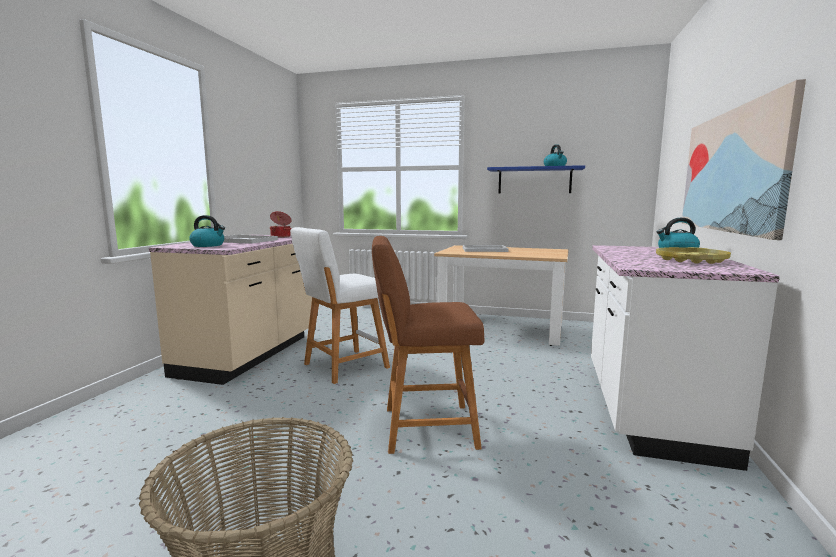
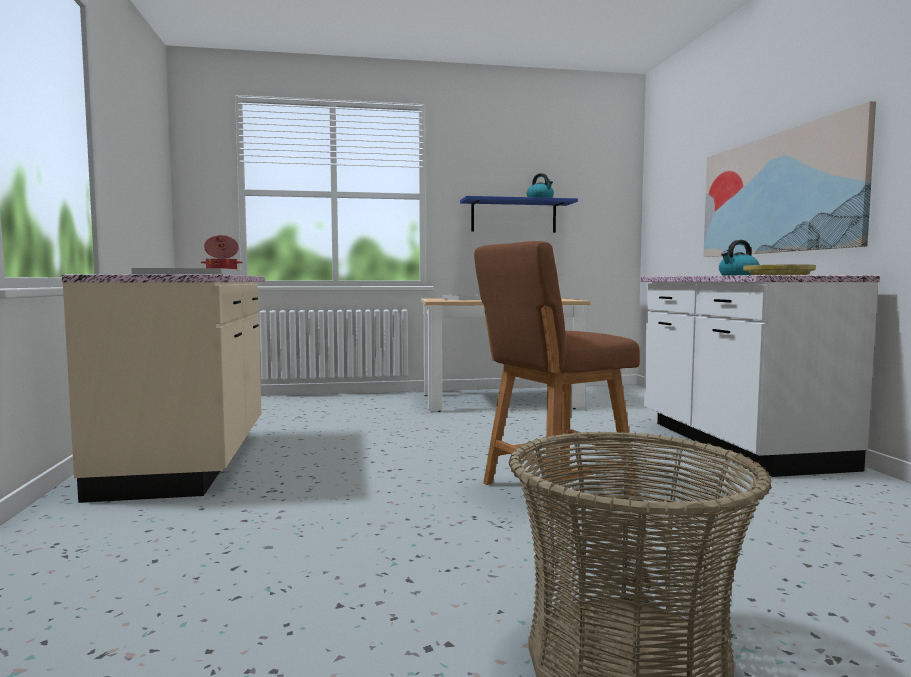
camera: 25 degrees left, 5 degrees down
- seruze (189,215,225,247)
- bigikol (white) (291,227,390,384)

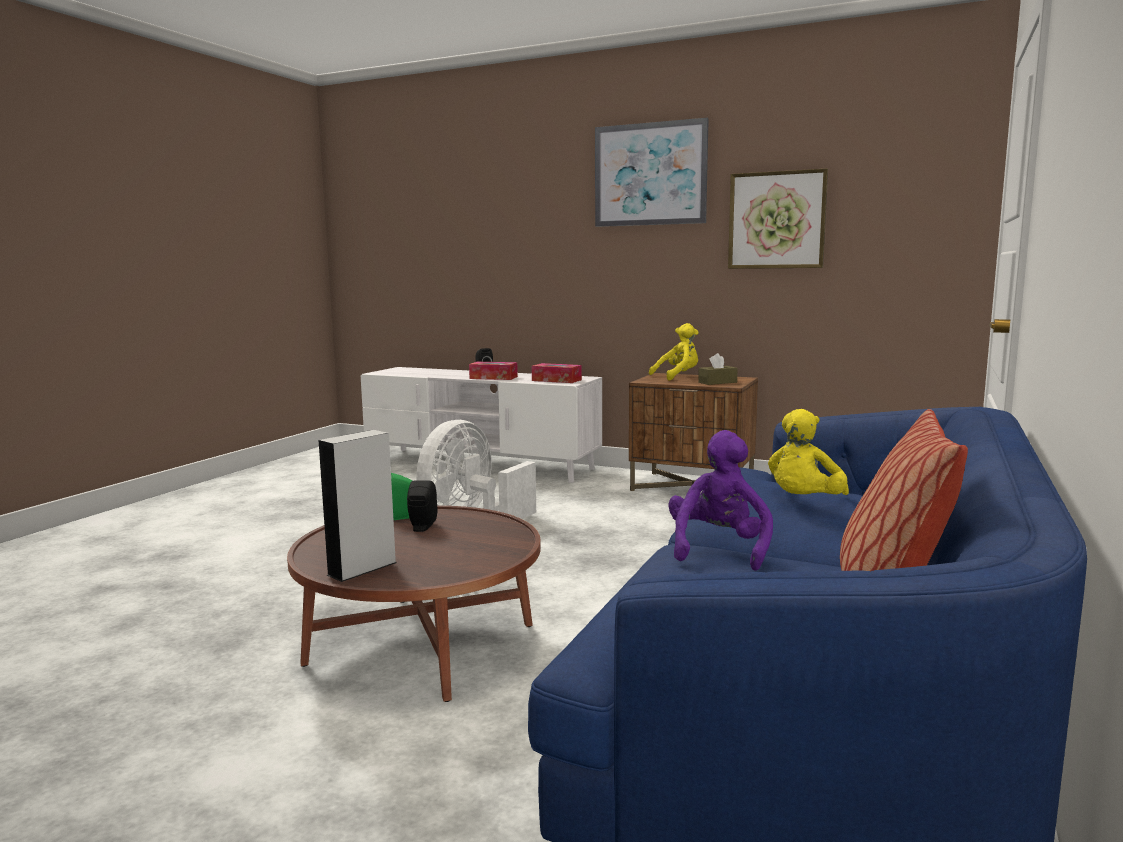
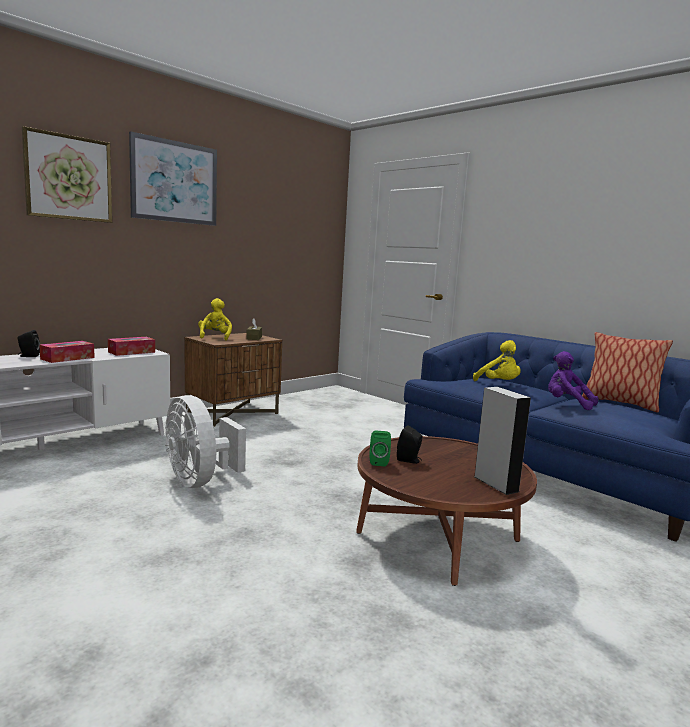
camera: 70 degrees left, 0 degrees up
~ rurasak (728,168,828,269) to (22,126,112,223)

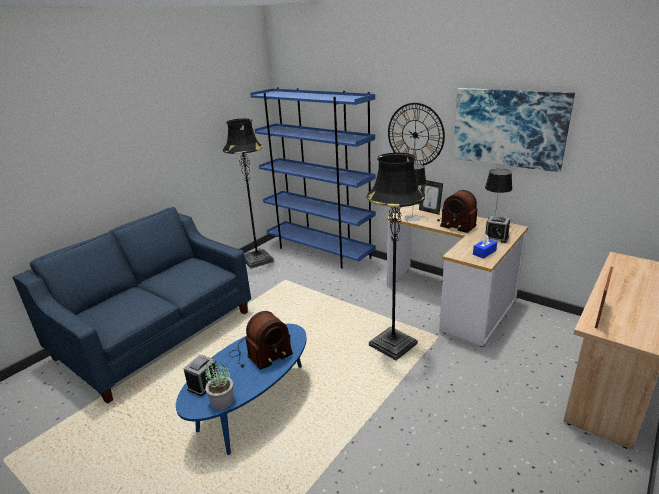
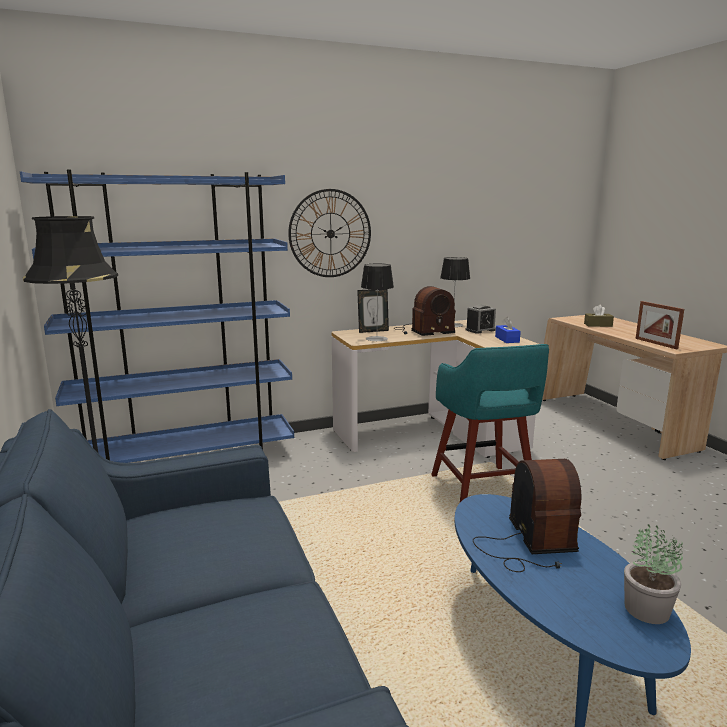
camera: 60 degrees left, 10 degrees down
- rurasak (453,88,575,172)
~ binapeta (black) (367,153,425,361) to bigikol (turquoise) (431,344,549,502)
- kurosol (183,355,218,396)
+ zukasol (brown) (584,305,614,327)

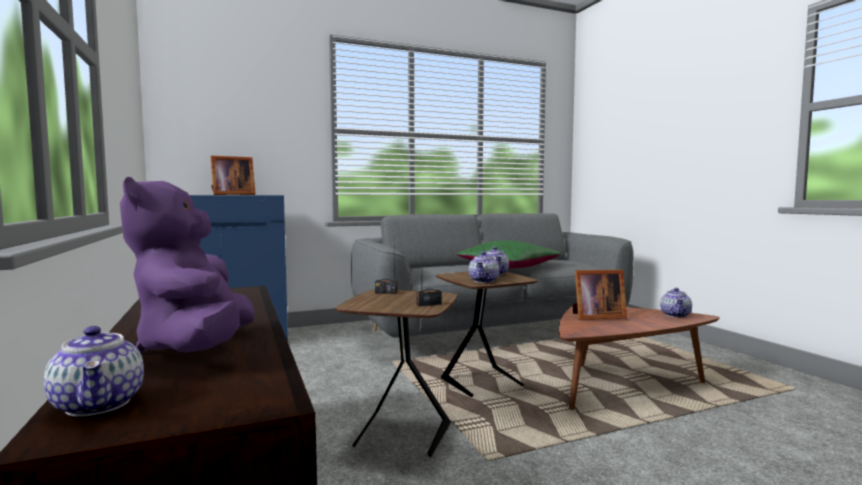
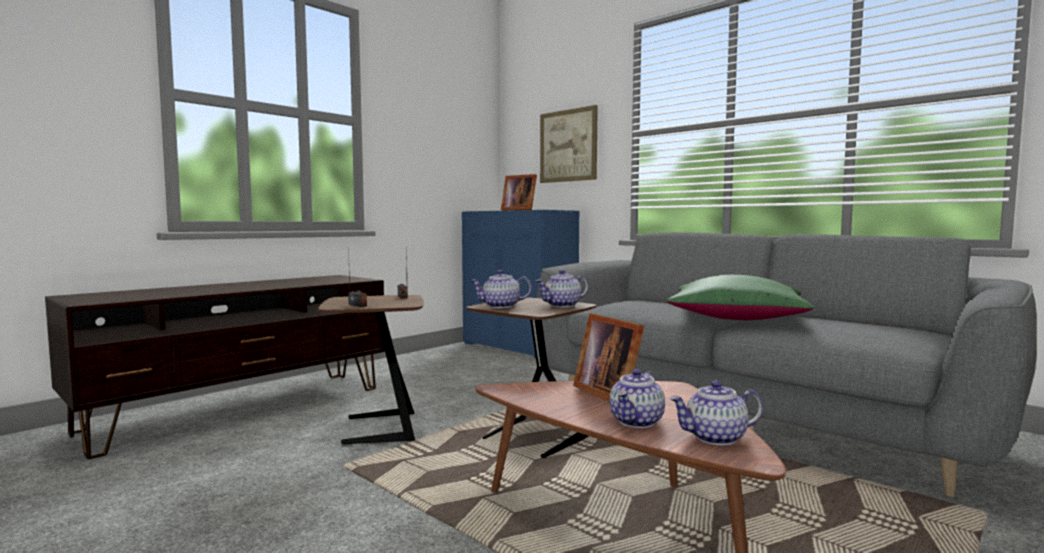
camera: 65 degrees right, 0 degrees up
- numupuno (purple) (120,177,255,353)
~ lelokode (44,326,144,417) to (609,369,665,428)
+ rurasak (540,105,598,183)

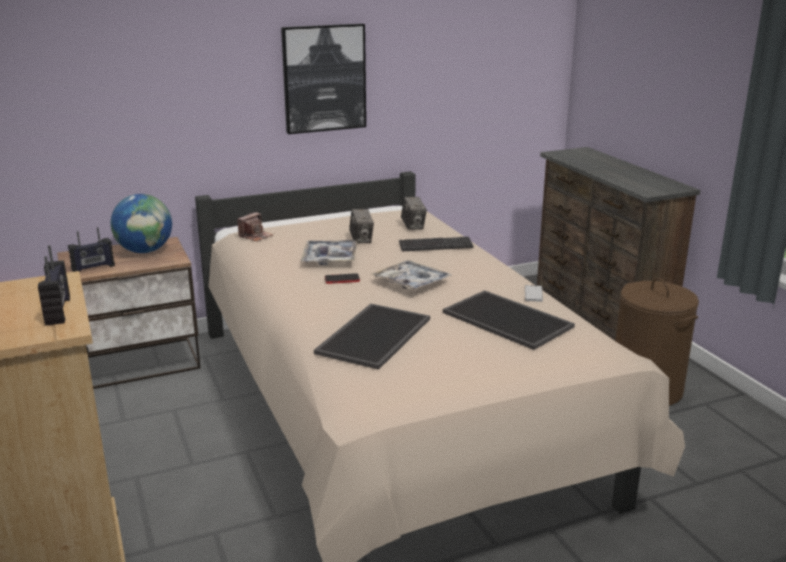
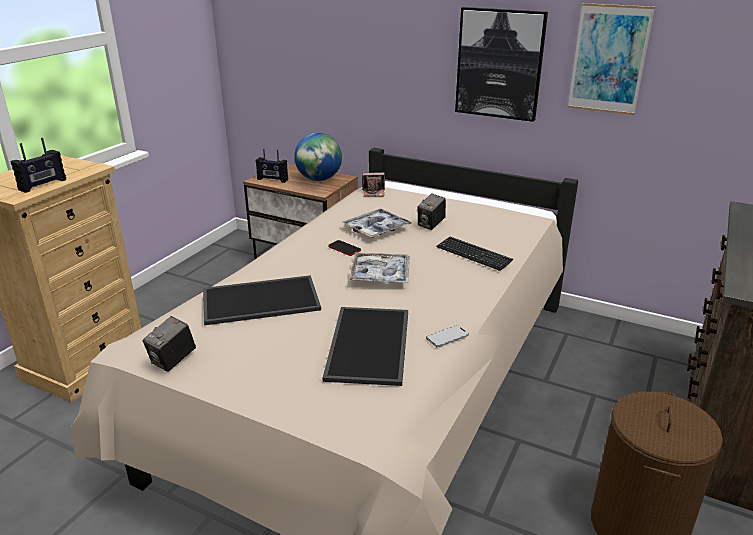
camera: 50 degrees right, 5 degrees up
~ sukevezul (401,197,427,230) to (142,316,196,372)
+ rurasak (568,3,655,115)

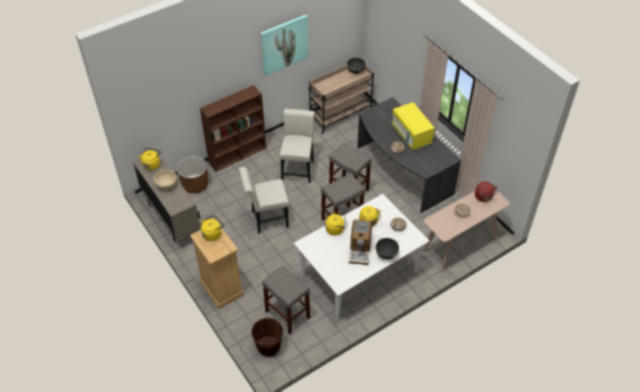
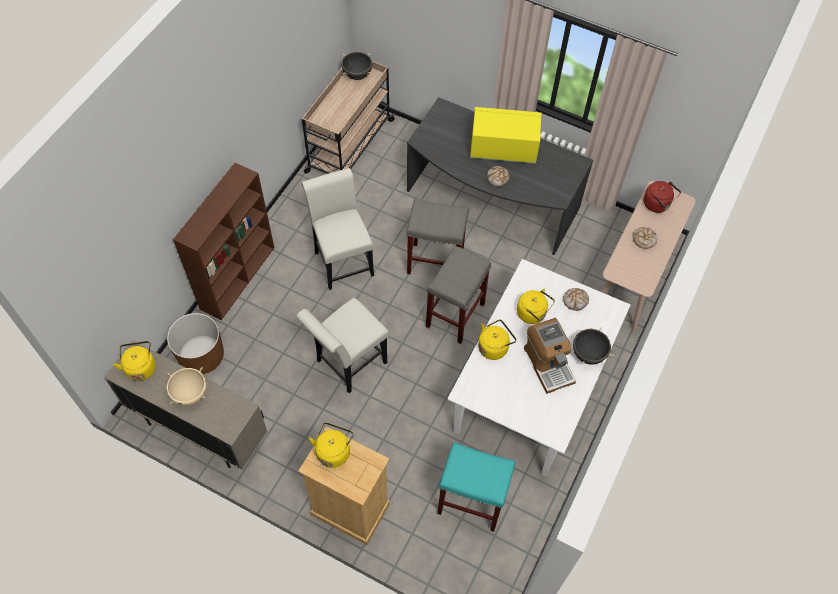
camera: 30 degrees left, 10 degrees up
- rurasak (261,15,308,76)
~ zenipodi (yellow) (392,102,435,150) = (470,107,542,164) 150 degrees clockwise
~ bigikol (grey) (262,265,310,334) to bigikol (turquoise) (437,442,515,532)
- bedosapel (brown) (251,318,283,357)

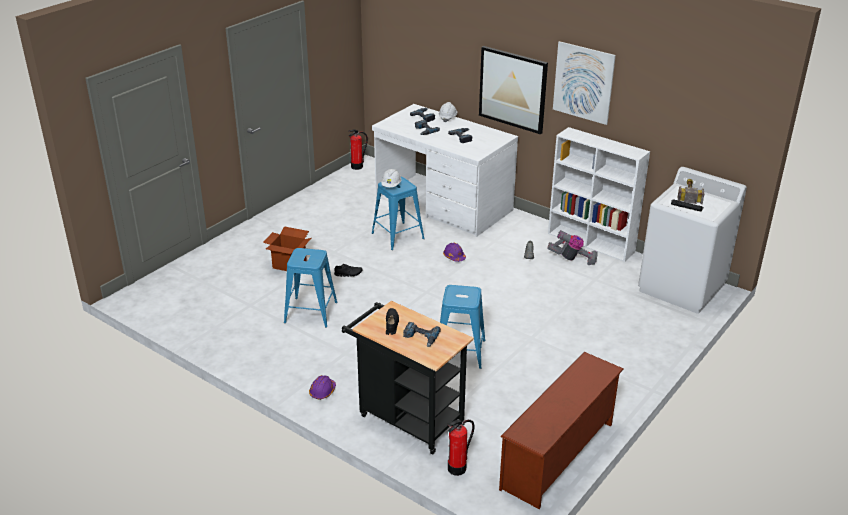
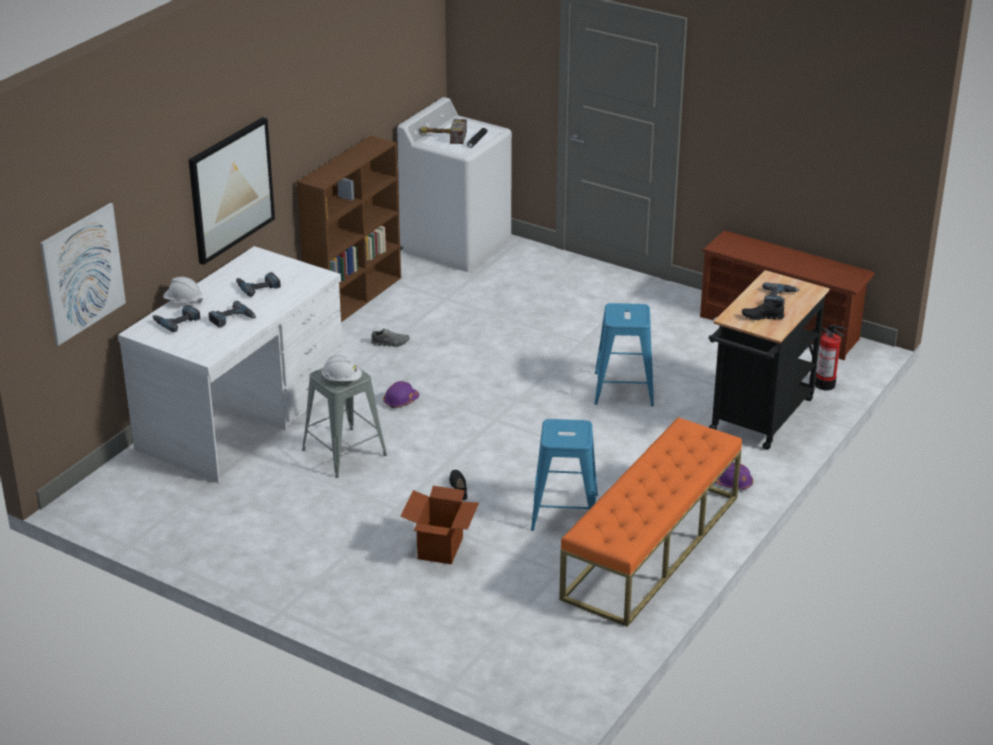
camera: 95 degrees left, 0 degrees up
~ rurasak (553,41,616,125) to (40,203,126,346)
~ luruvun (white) (548,127,650,262) to luruvun (brown) (297,136,401,322)
- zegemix (349,130,368,170)
~ bigikol (blue) (372,177,425,250) to bigikol (grey) (302,365,387,478)
- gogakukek (548,230,598,265)
+ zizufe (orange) (559,417,742,627)

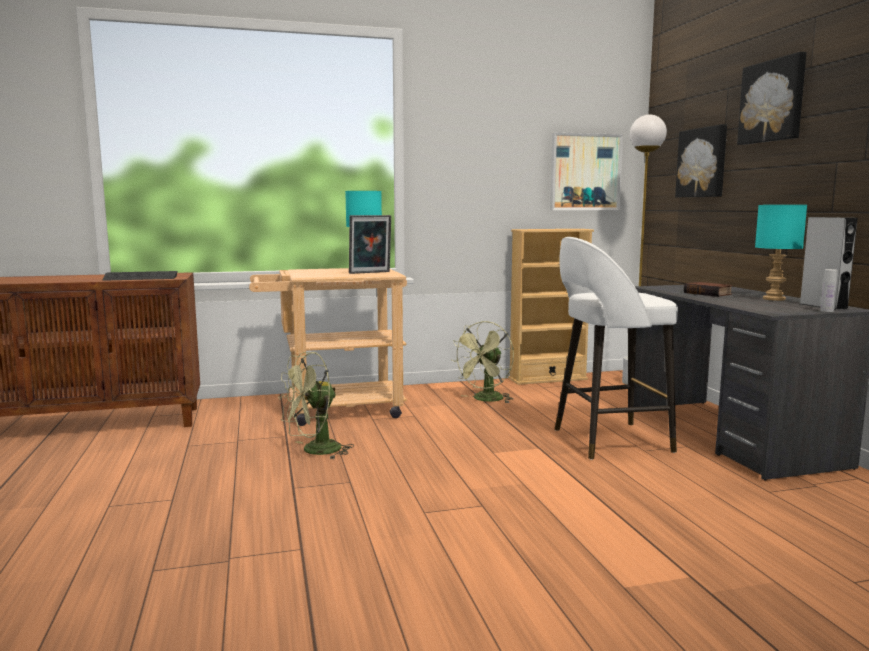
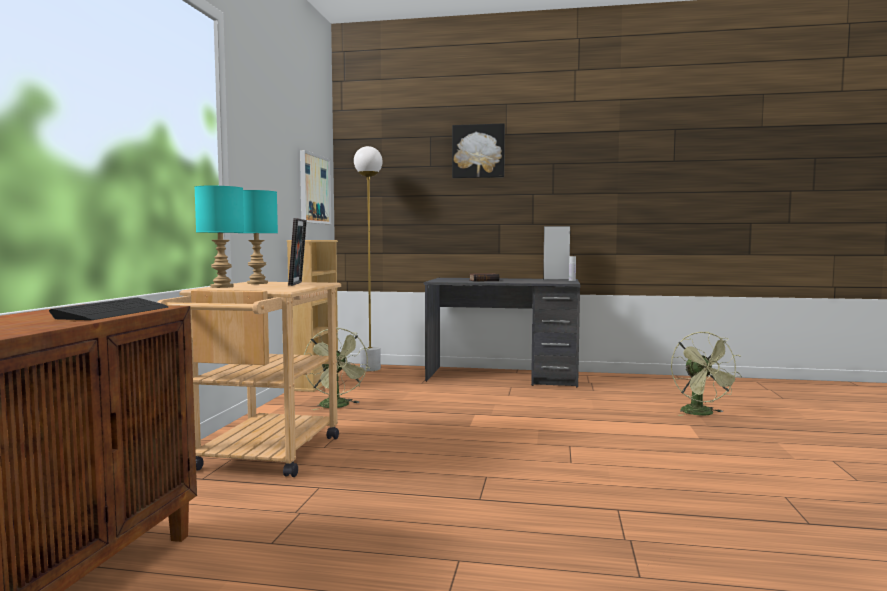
camera: 65 degrees left, 5 degrees down
- rurasak (675,124,727,197)
~ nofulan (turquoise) (755,205,807,301) to (195,186,244,288)
- bigikol (white) (555,237,678,460)
~ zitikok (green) (278,352,354,460) to (671,331,742,416)

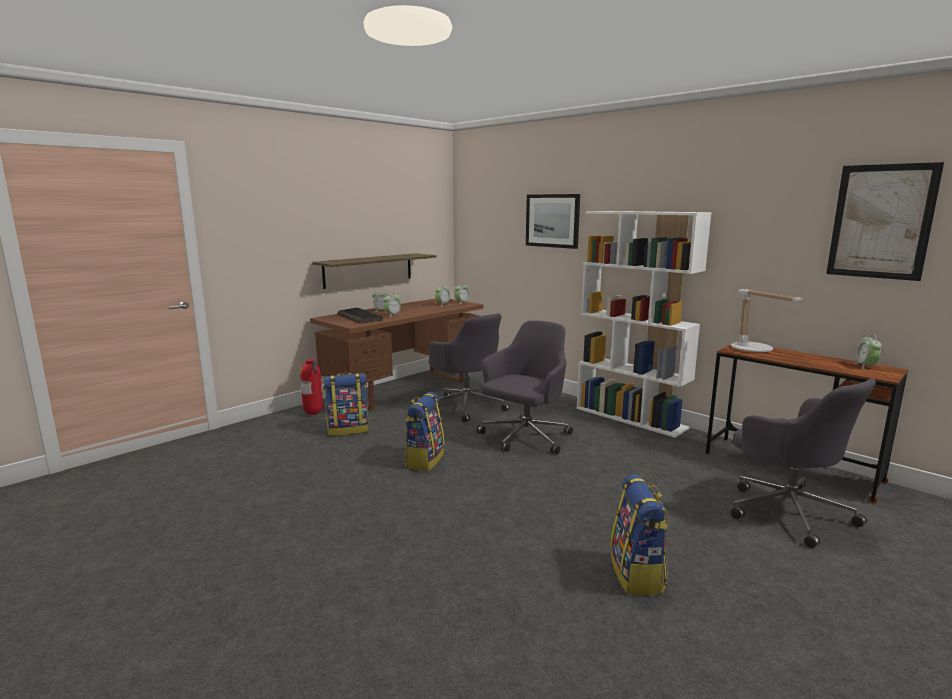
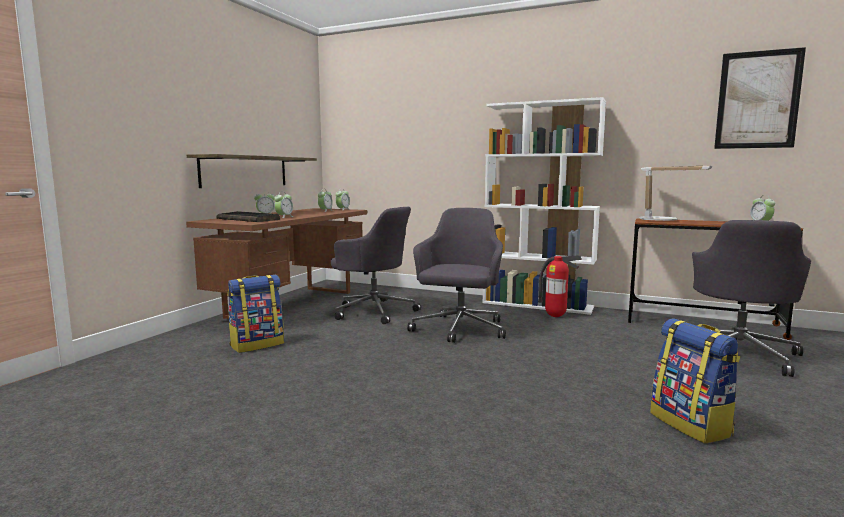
camera: 20 degrees left, 5 degrees down
- rurasak (526,194,580,249)
~ zegemix (300,359,323,415) to (538,255,582,317)
~ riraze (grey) (731,378,876,548) = (692,220,811,377) 75 degrees clockwise
- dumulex (404,392,444,471)

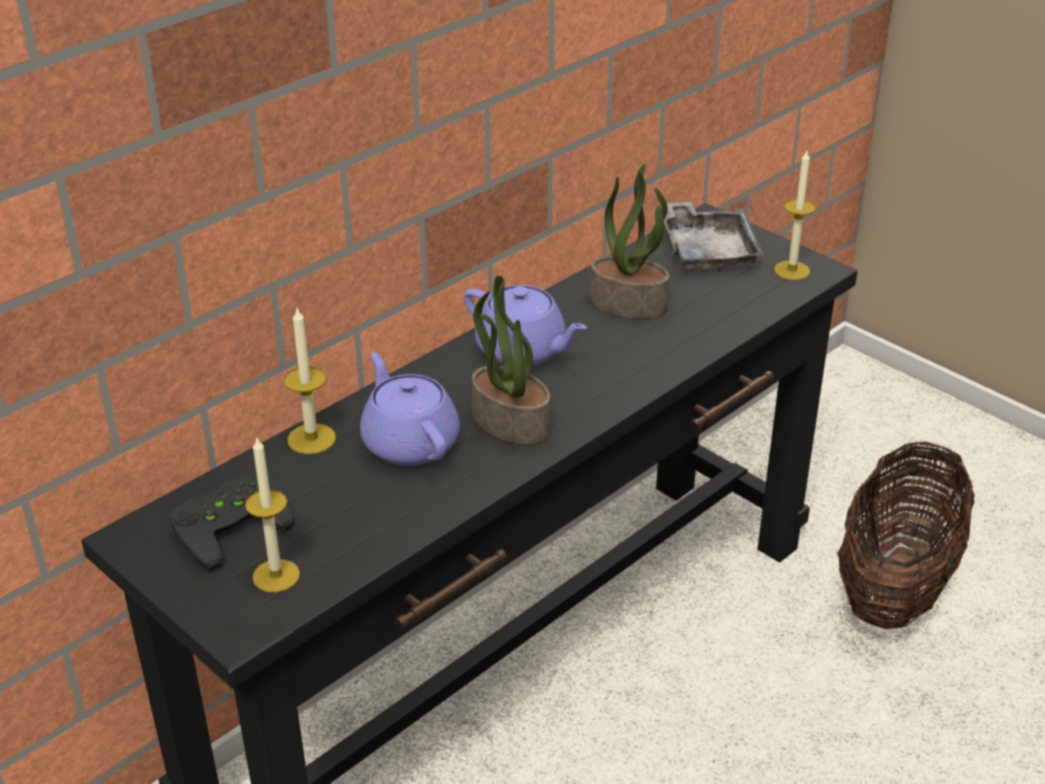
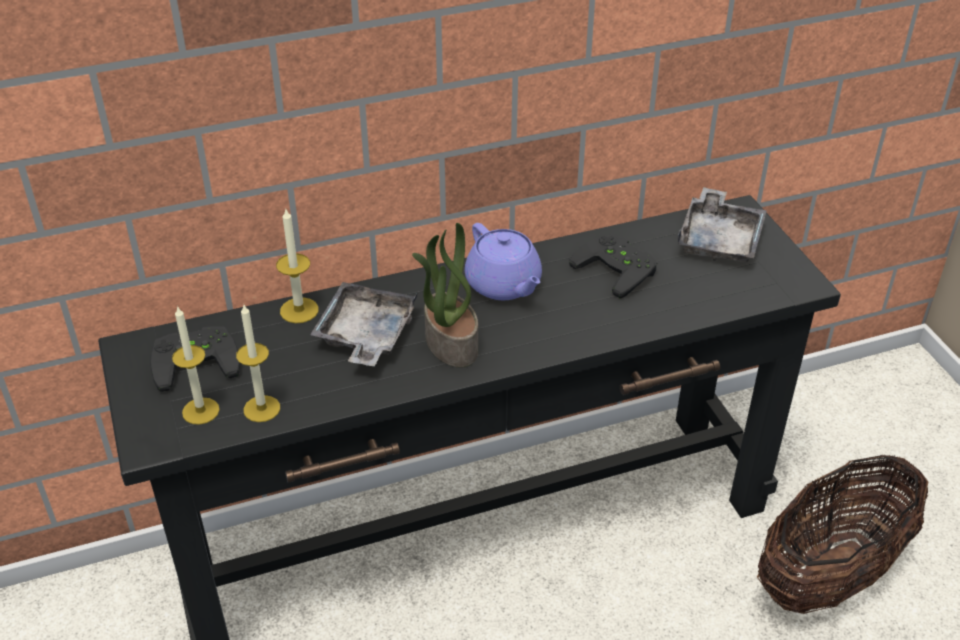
camera: 25 degrees right, 5 degrees up
~ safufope (774,151,816,280) to (236,305,280,422)
~ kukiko (590,164,670,319) to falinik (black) (569,234,657,299)
~ lelokode (purple) (360,352,460,466) to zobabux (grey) (310,282,418,366)

